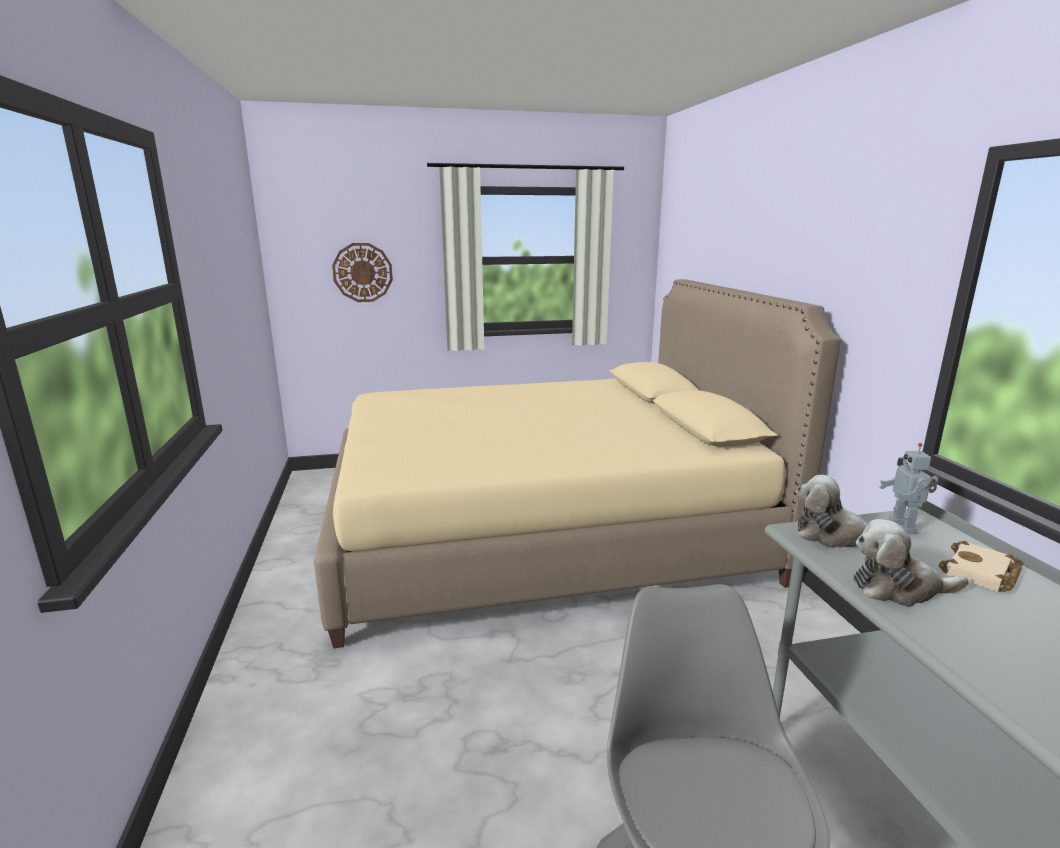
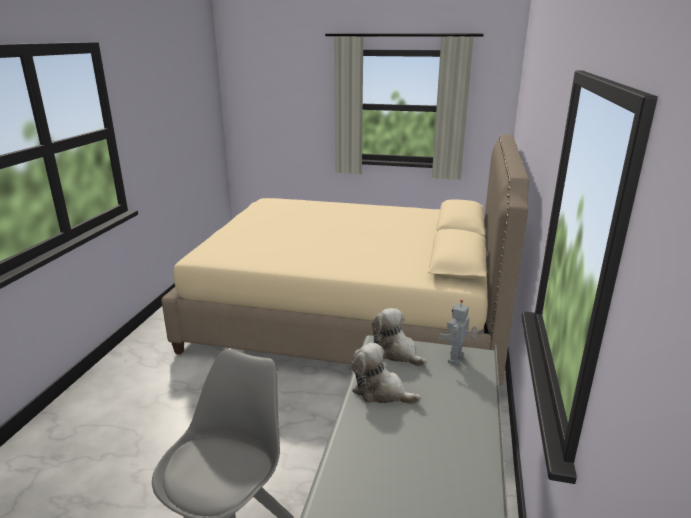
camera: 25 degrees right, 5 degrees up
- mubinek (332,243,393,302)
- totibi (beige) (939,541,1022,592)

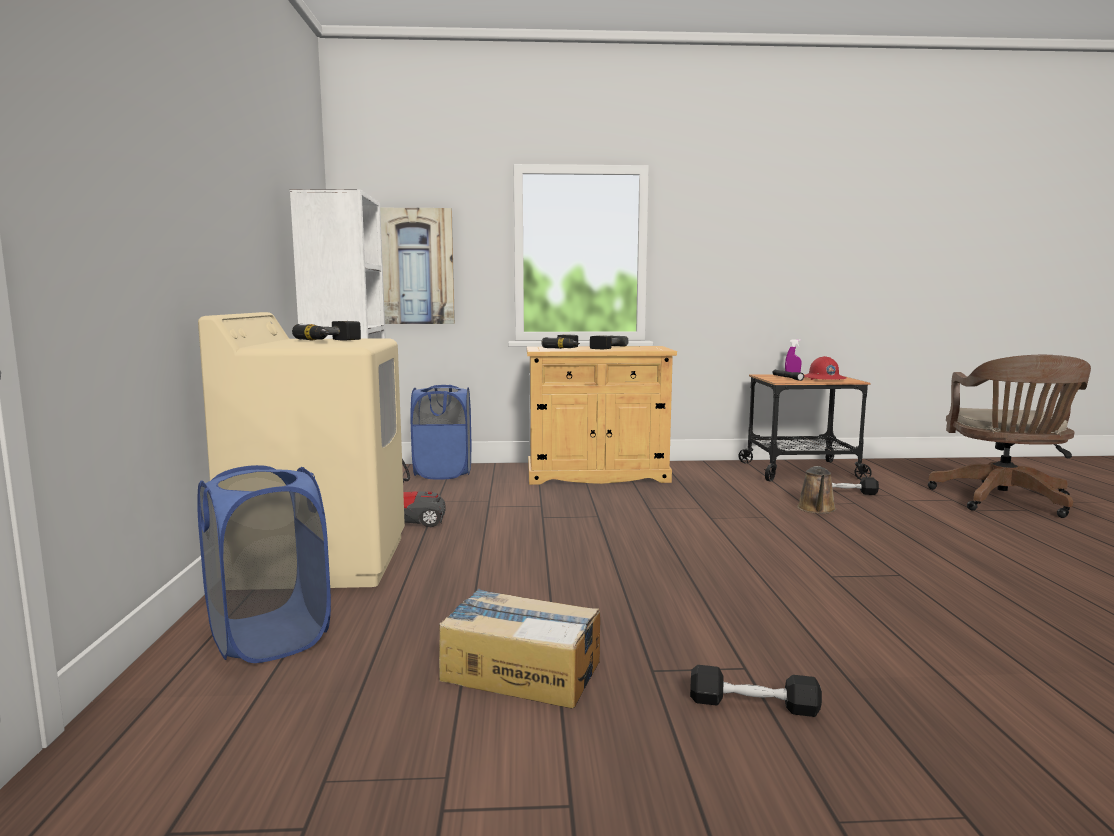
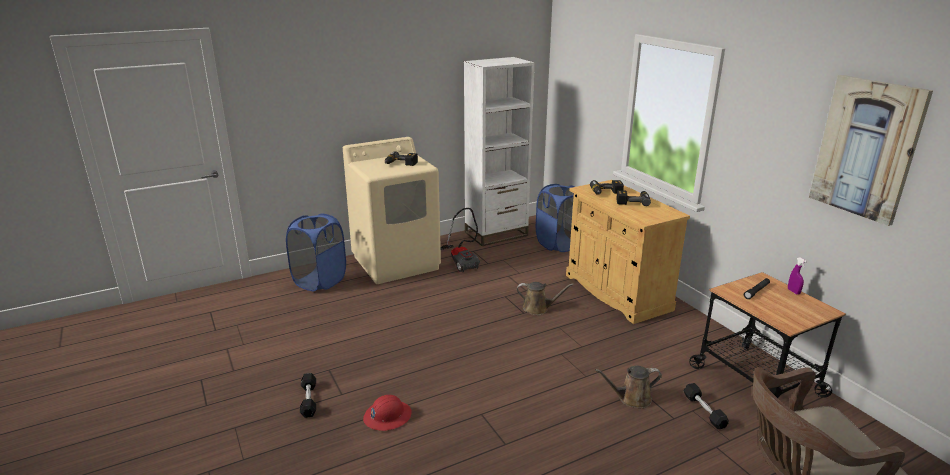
camera: 65 degrees right, 15 degrees up
~ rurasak (380,208,455,324) to (809,75,933,226)
~ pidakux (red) (804,356,847,380) to (363,395,412,431)
- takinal (439,588,600,708)
+ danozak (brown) (517,282,574,315)

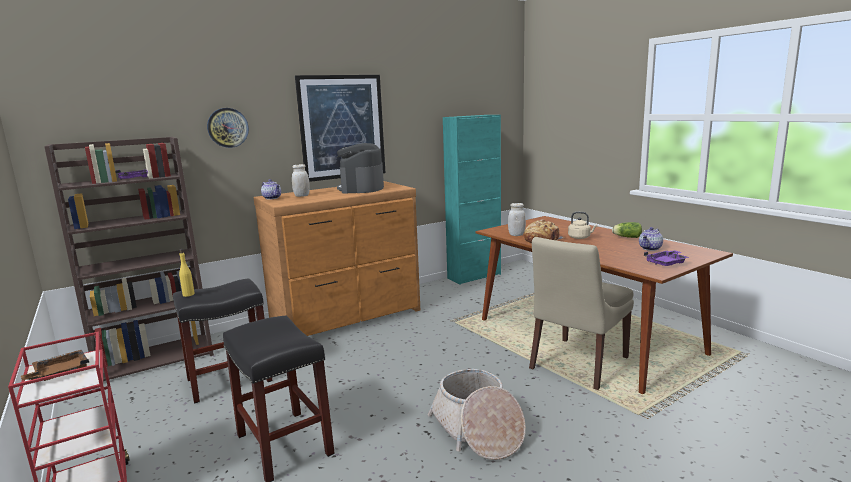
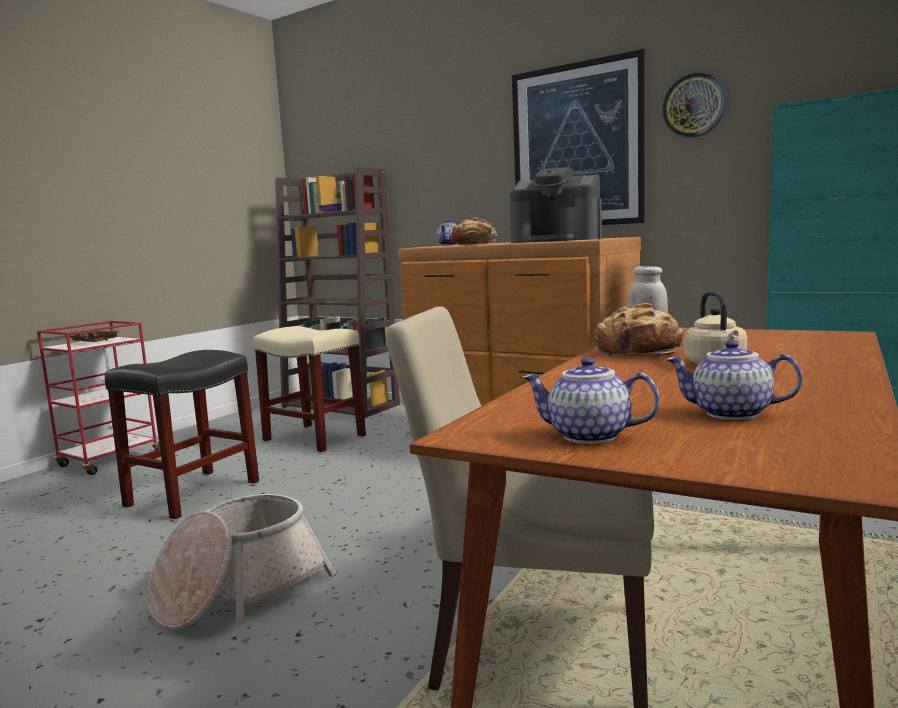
camera: 65 degrees right, 5 degrees down
~ mubinek (207,108,249,148) to (662,73,727,138)
~ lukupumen (336,143,384,194) = (510,167,602,243) 135 degrees counterclockwise
~ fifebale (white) (292,164,310,197) to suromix (451,217,497,245)
- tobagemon (612,222,642,238)
- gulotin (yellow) (179,249,195,297)
~ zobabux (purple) (644,250,689,266) to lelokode (522,357,660,444)
~ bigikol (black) (173,279,273,404) to bigikol (beige) (253,326,366,453)

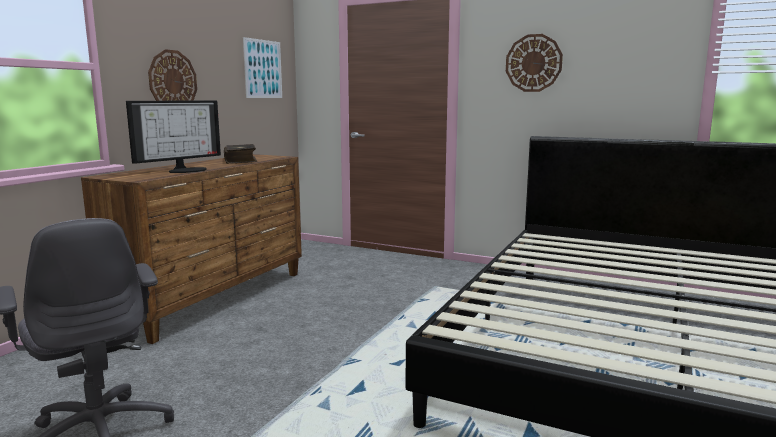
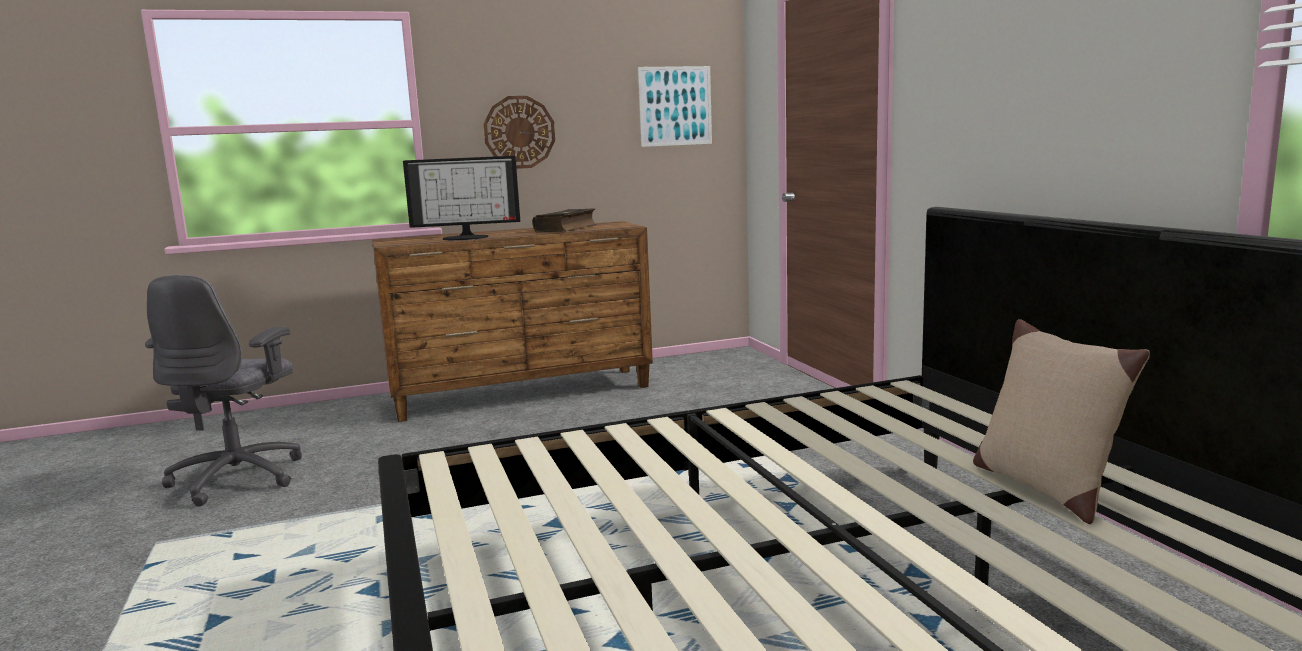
camera: 45 degrees right, 0 degrees up
- mubinek (506,34,563,92)
+ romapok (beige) (973,319,1150,524)

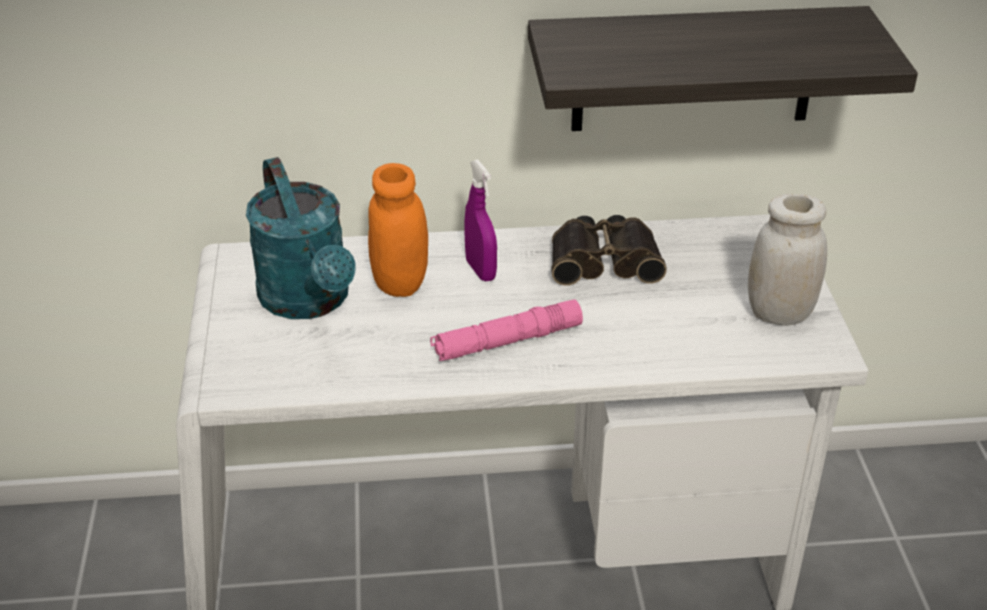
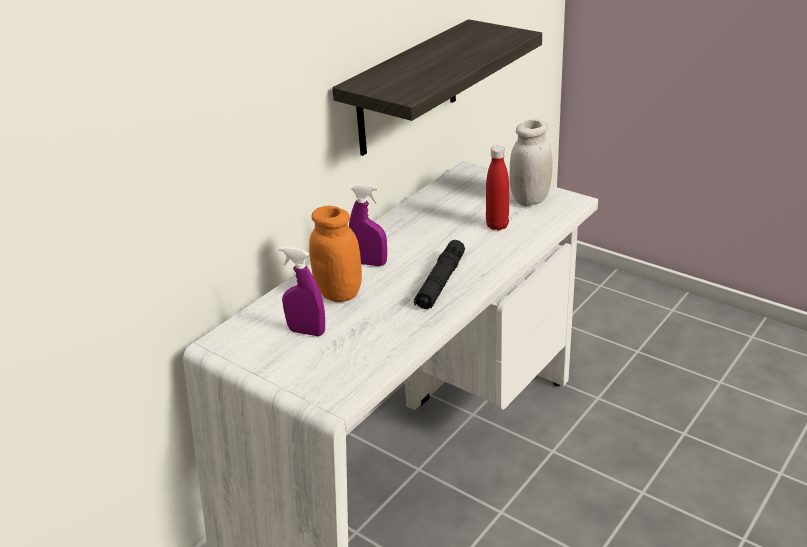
camera: 45 degrees left, 5 degrees down
~ danozak (turquoise) (246,157,355,319) to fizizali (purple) (279,246,325,336)
- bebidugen (552,215,667,286)
~ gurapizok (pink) (430,299,583,361) to gurapizok (black) (414,240,465,309)
+ gulotin (red) (486,146,509,230)

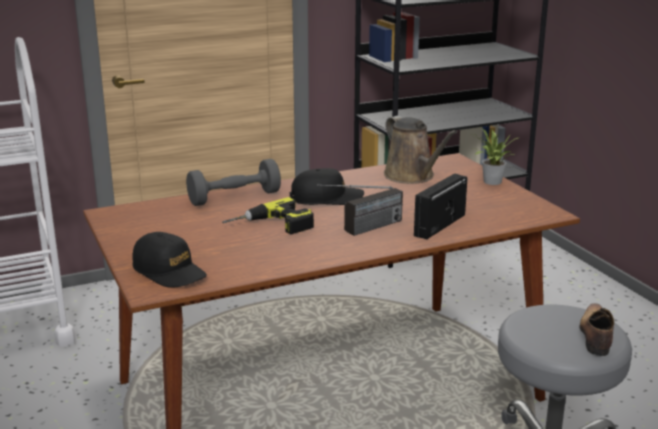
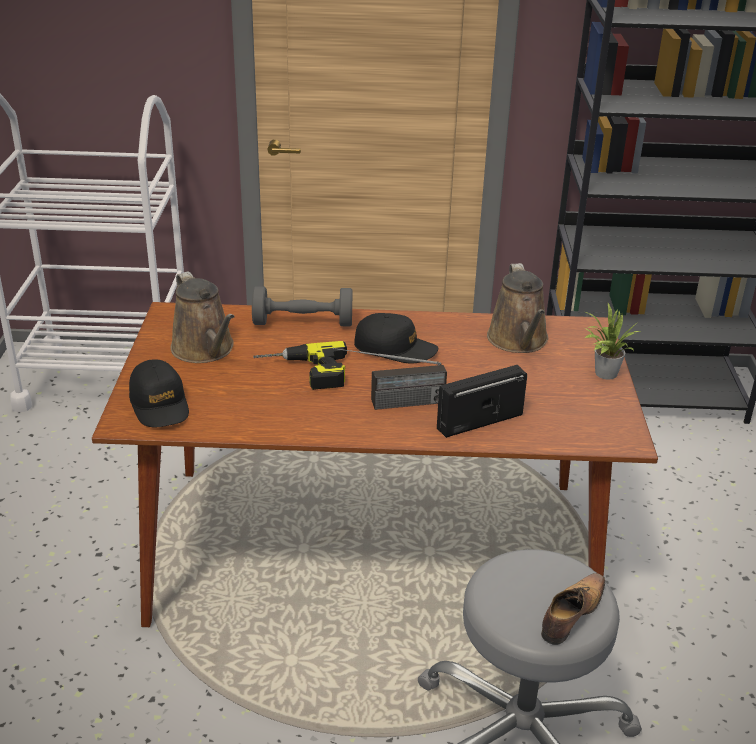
camera: 25 degrees right, 10 degrees up
+ danozak (brown) (170,271,235,363)

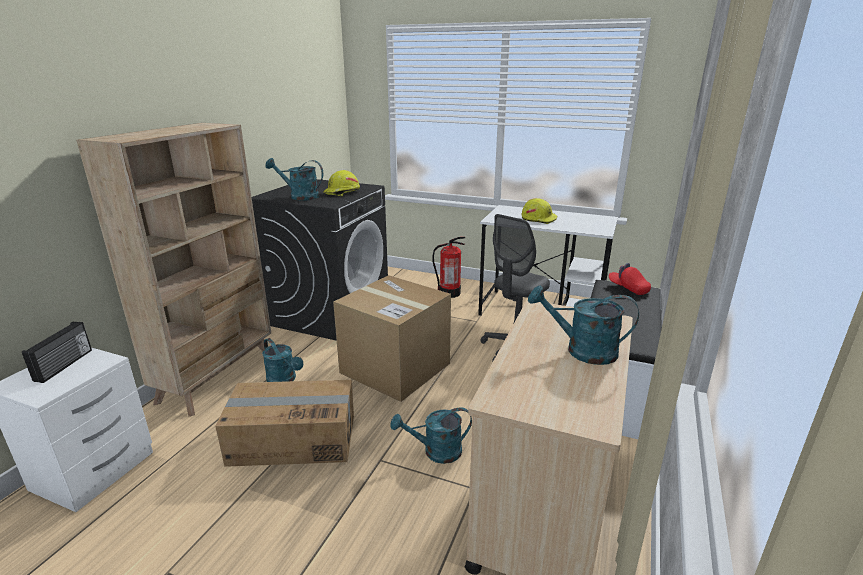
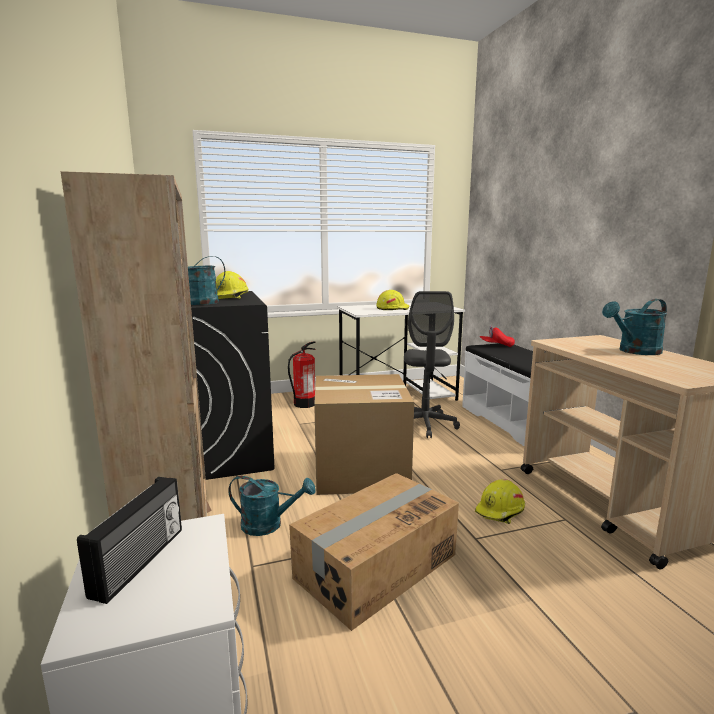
camera: 40 degrees left, 10 degrees down
~ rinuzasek (22,322,92,383) = (77,477,182,604) 45 degrees clockwise
~ danozak (turquoise) (390,407,472,464) to pidakux (yellow) (475,479,525,524)

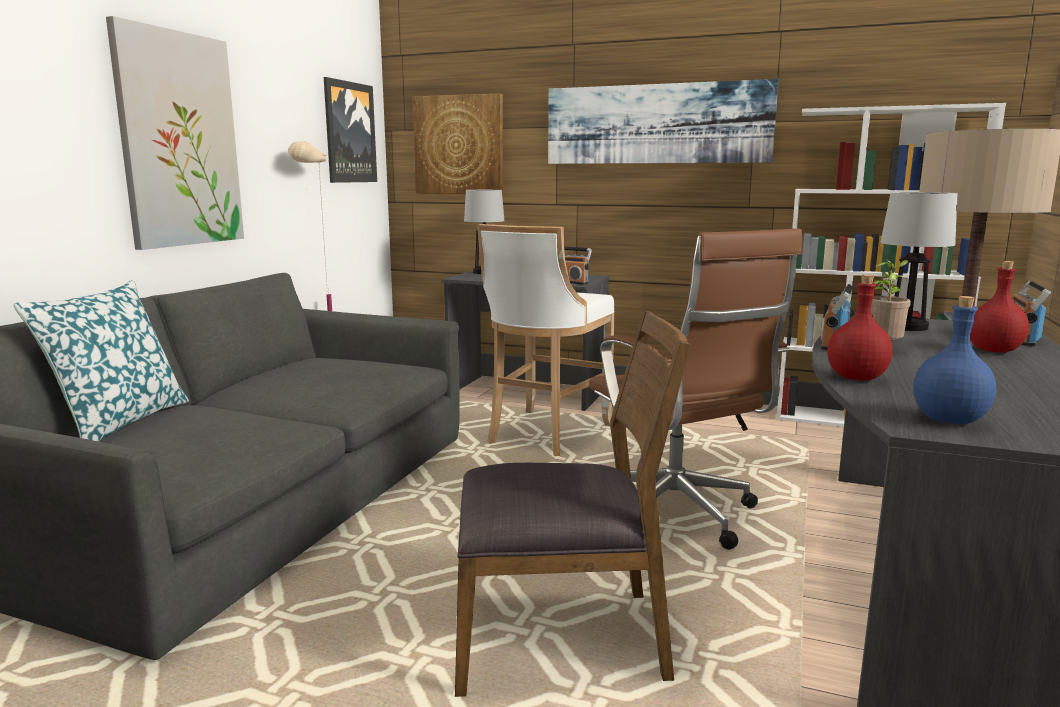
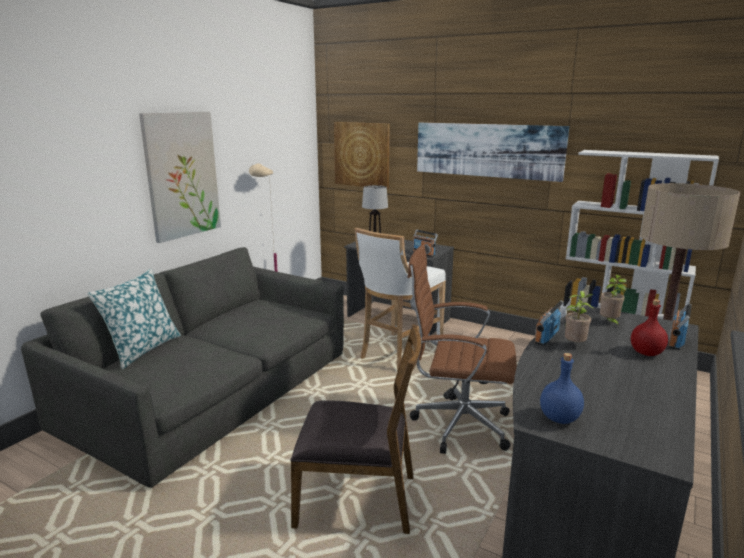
camera: 10 degrees right, 5 degrees up
- rurasak (324,77,377,183)
~ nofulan (881,192,957,331) to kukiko (600,275,627,328)
~ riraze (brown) (589,228,803,550) = (407,245,517,454) 120 degrees clockwise
- gulotin (red) (827,275,893,381)

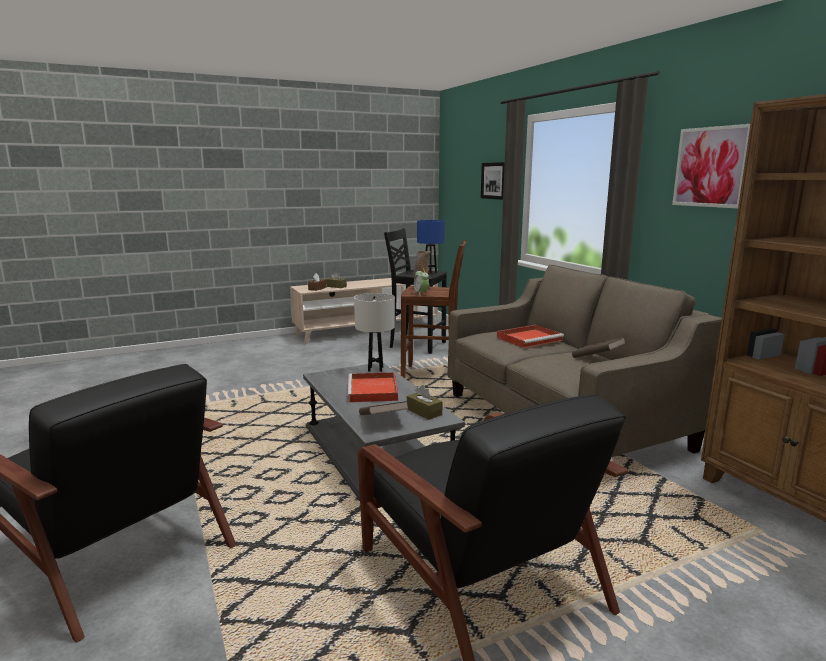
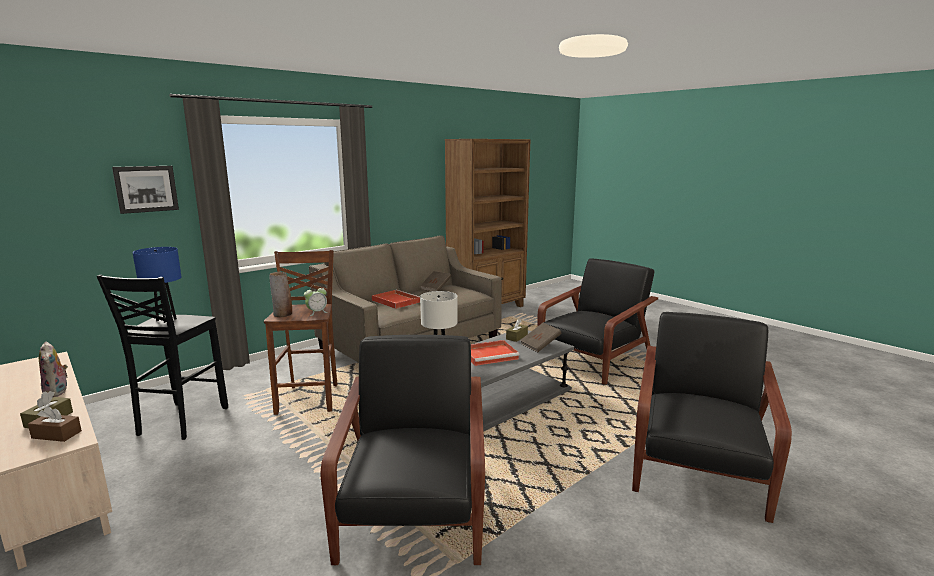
camera: 105 degrees left, 0 degrees up
- rurasak (672,124,750,209)
+ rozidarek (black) (321,335,485,566)
+ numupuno (39,342,68,398)

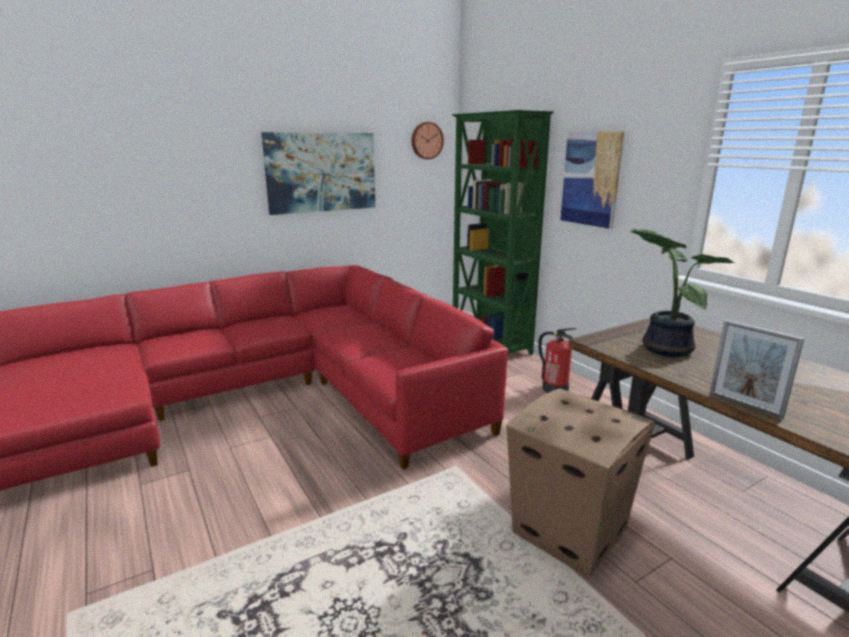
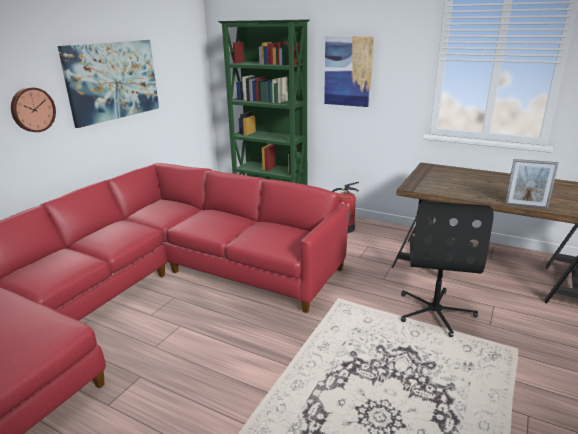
camera: 30 degrees left, 5 degrees up
~ mubinek (411,122,444,159) to (11,87,56,132)
- kukiko (630,229,734,357)
~ takinal (506,388,655,578) to riraze (black) (401,201,494,337)

